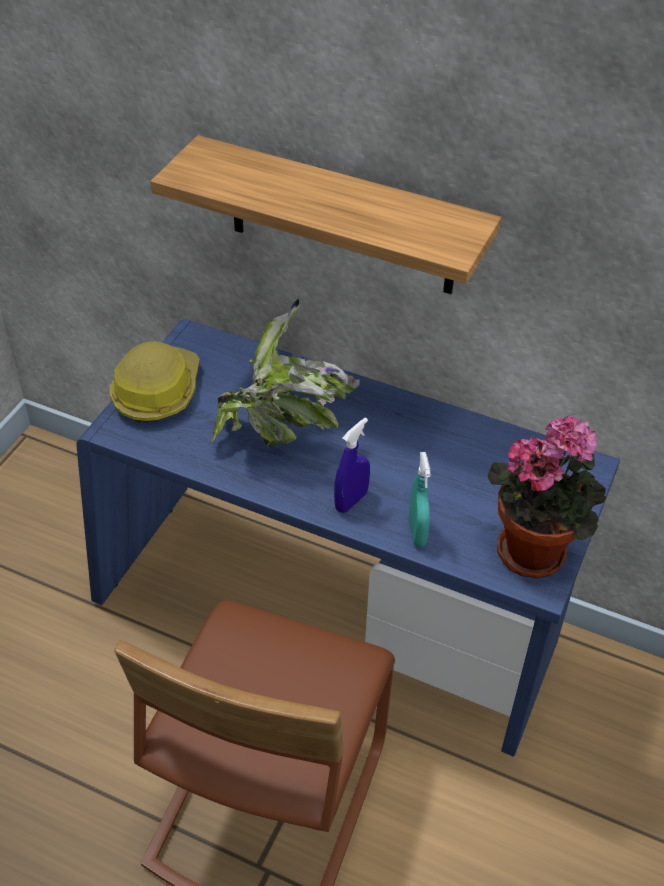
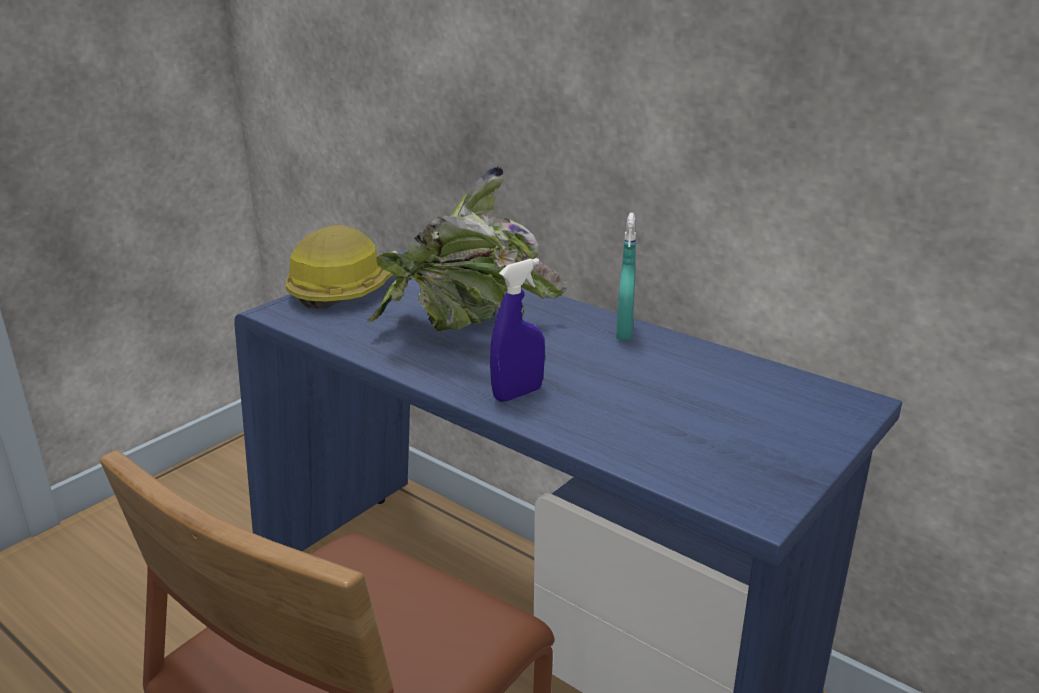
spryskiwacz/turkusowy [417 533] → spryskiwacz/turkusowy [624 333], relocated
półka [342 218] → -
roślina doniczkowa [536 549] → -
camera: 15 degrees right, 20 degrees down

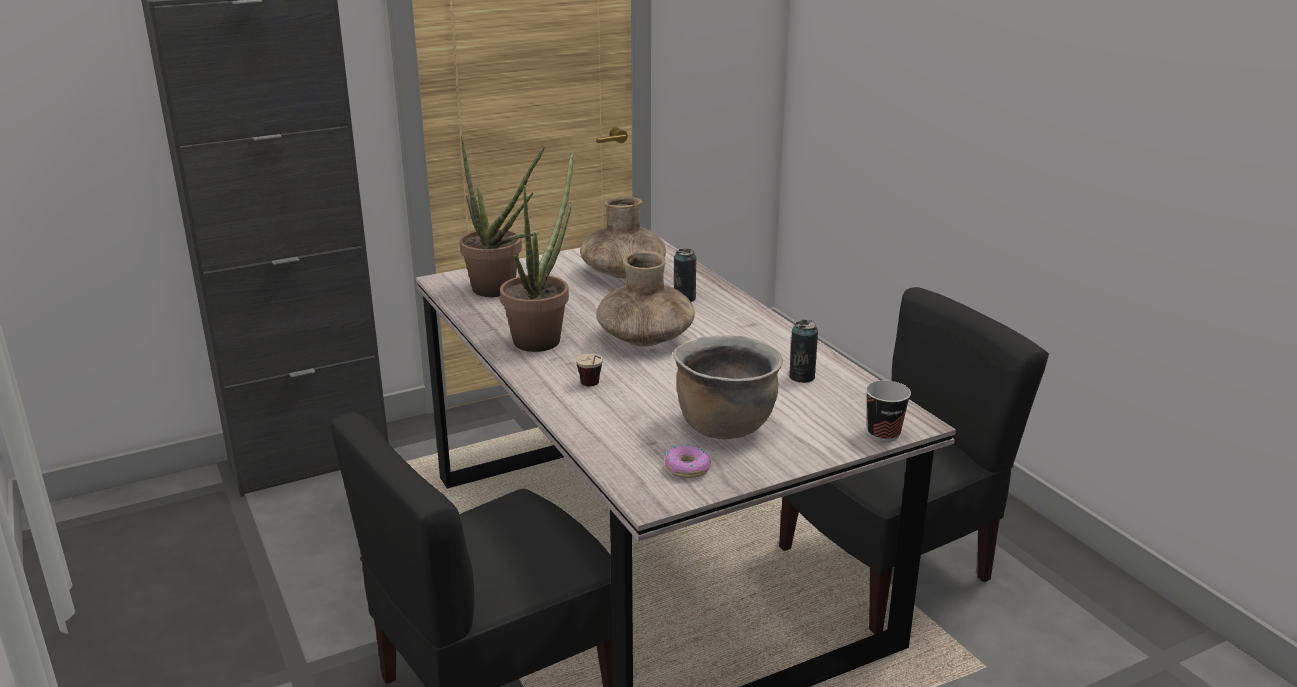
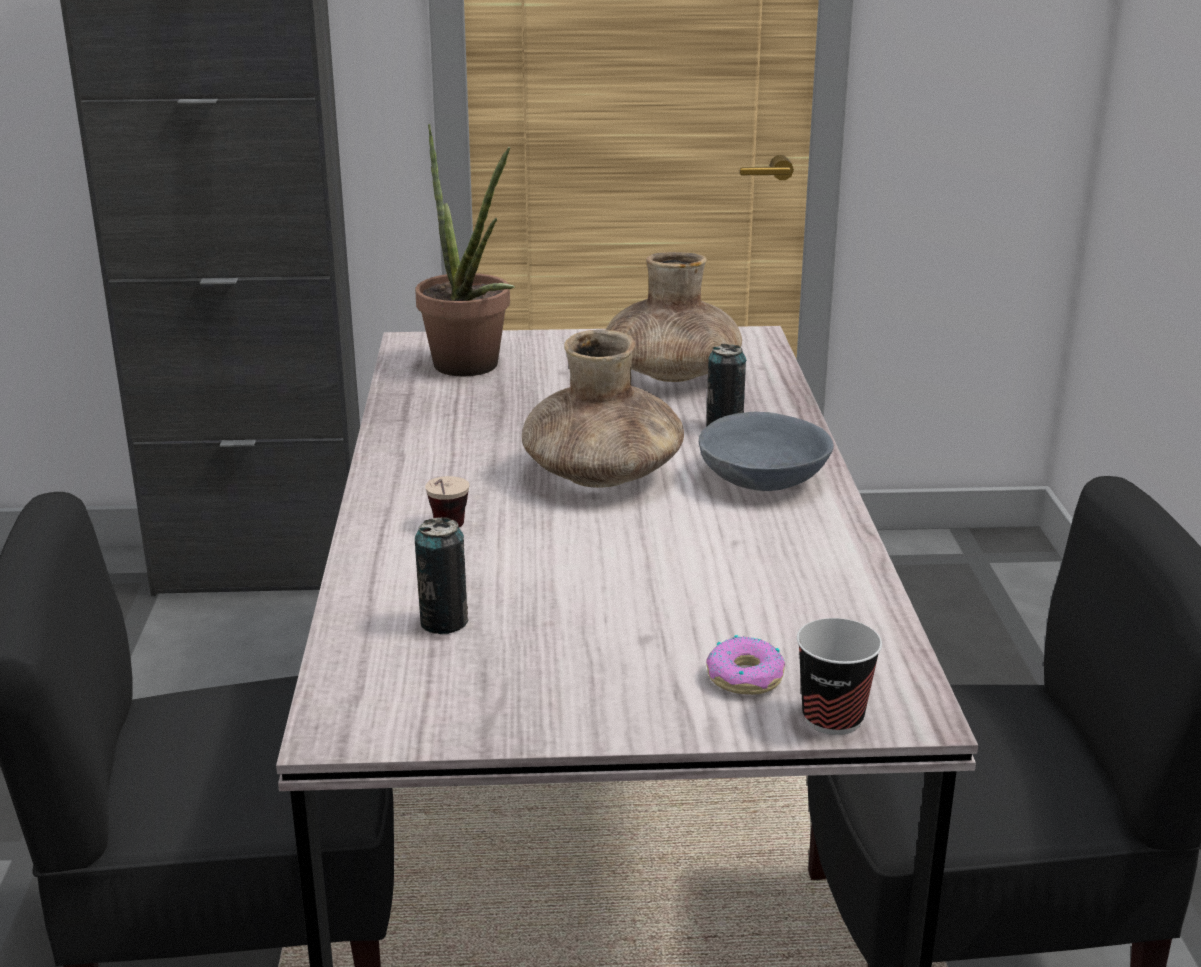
puszka [802 377] → puszka [443 622], relocated
- → miska/szary [765 479]
donut [687 468] → donut [746 677], relocated
roślina doniczkowa [542 337] → -
garnek/brązowy [724 425] → -
camera: 25 degrees right, 0 degrees up

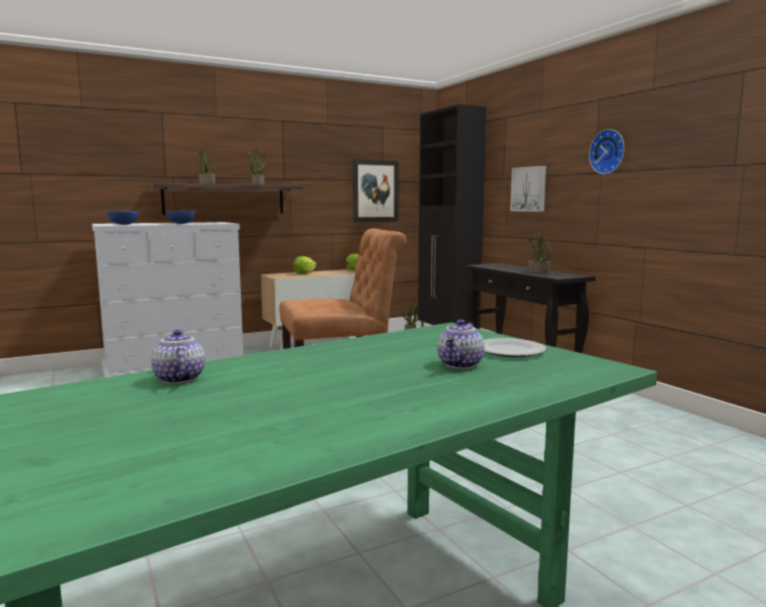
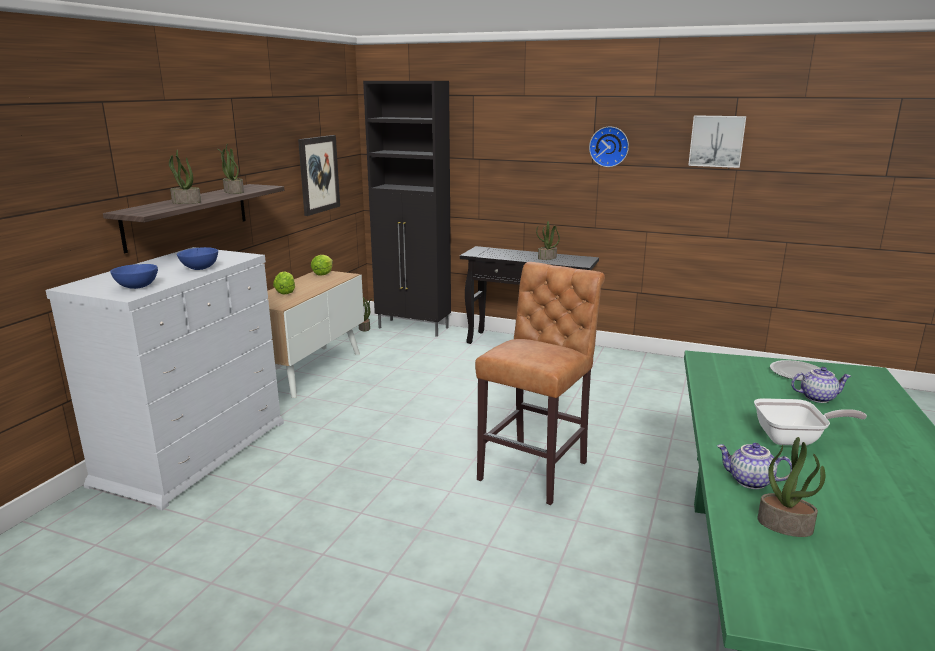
obraz [529 189] → obraz [716 141], relocated
- → patelnia [794 439]
- → roślina doniczkowa [785 525]
imbryk [461 365] → imbryk [817 397], 75 degrees counterclockwise
camera: 40 degrees left, 10 degrees up

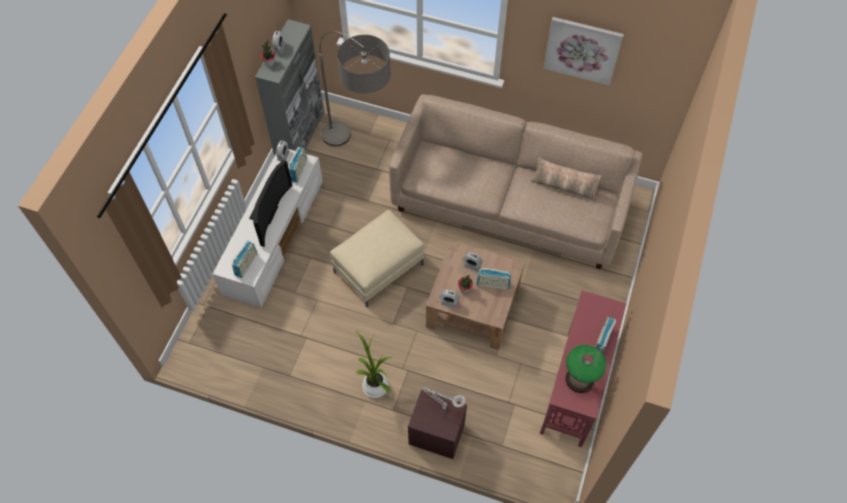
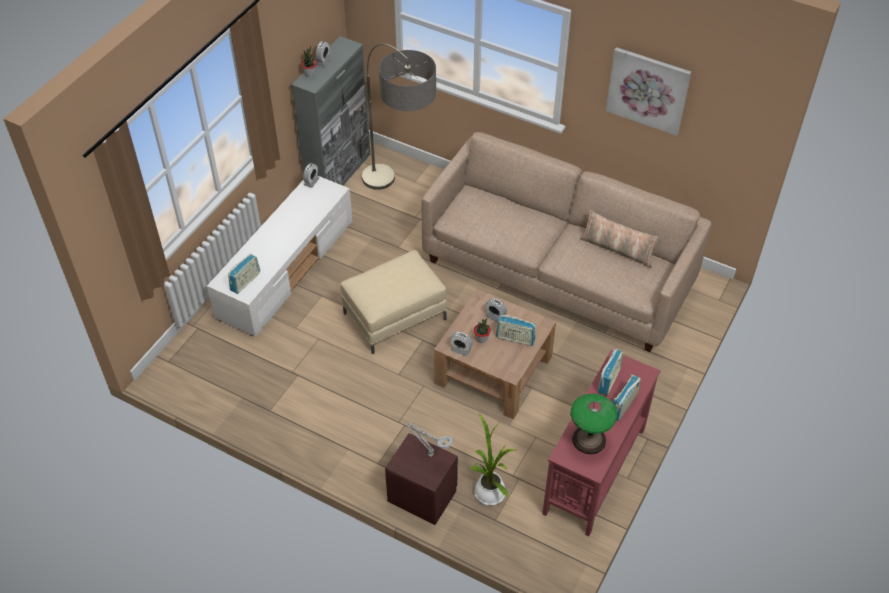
roślina doniczkowa [374 384] → roślina doniczkowa [489 490], relocated
radio [298 170] → radio [609 380], relocated
telewizor [267 214] → -
camera: 10 degrees right, 10 degrees down

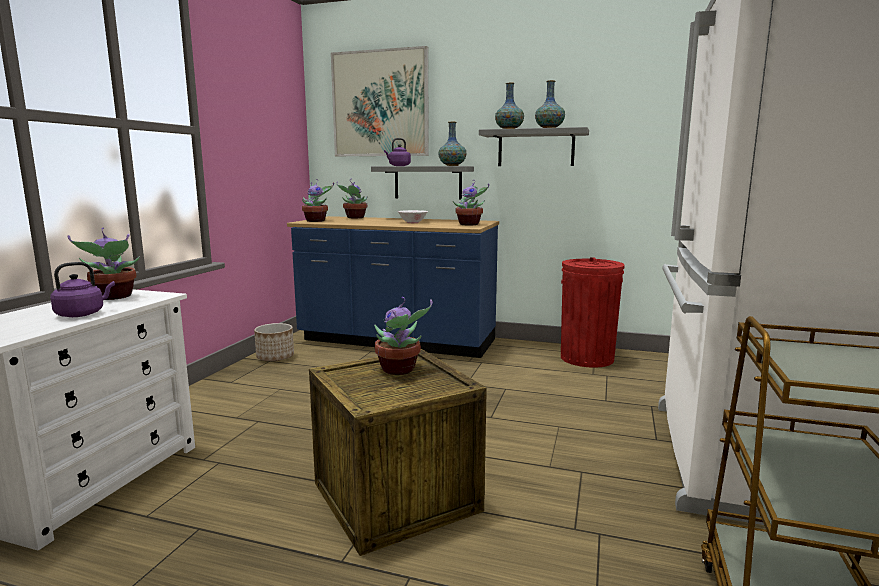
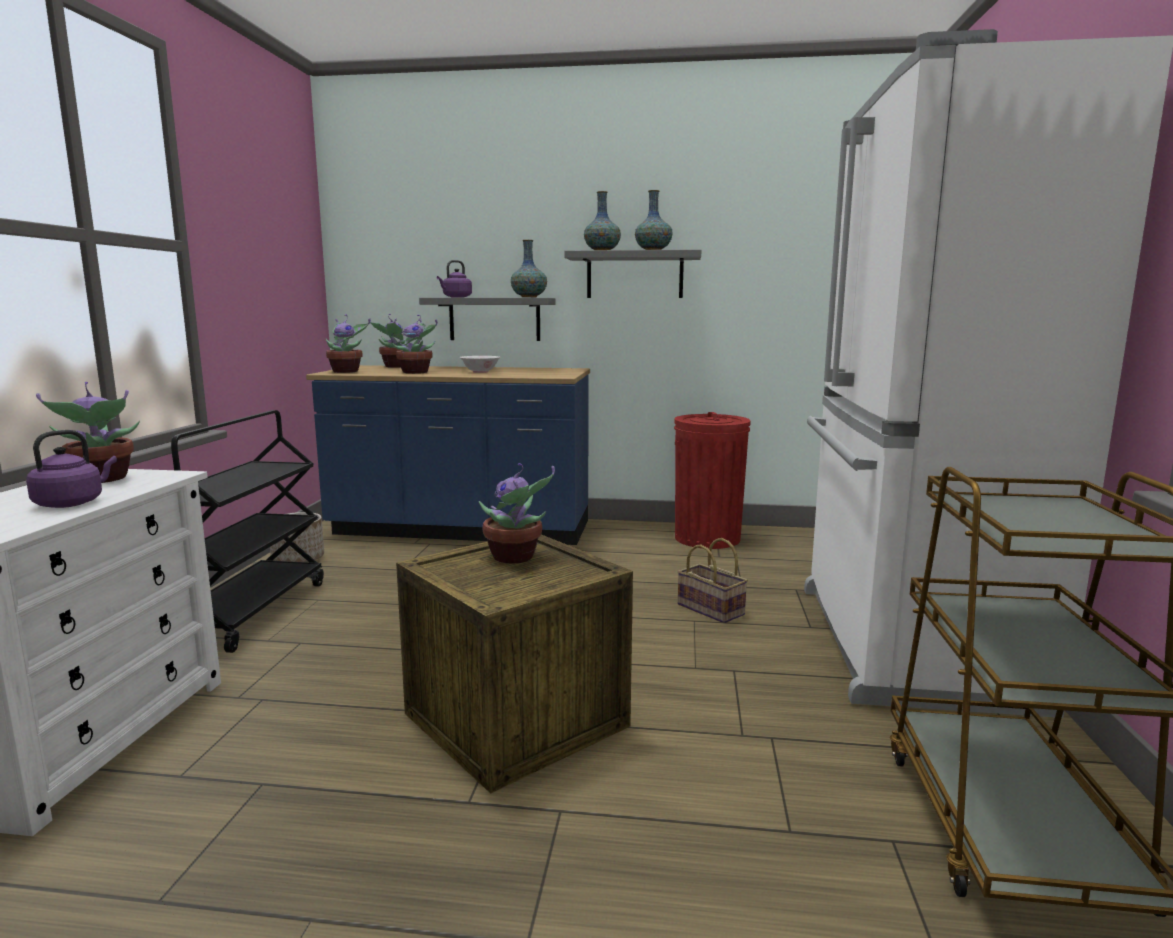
- → wózek/czarny [249 612]
roślina doniczkowa [470 224] → roślina doniczkowa [417 372], relocated
- → koszyk [712 609]
obraz [380 104] → -
camera: 10 degrees left, 0 degrees up

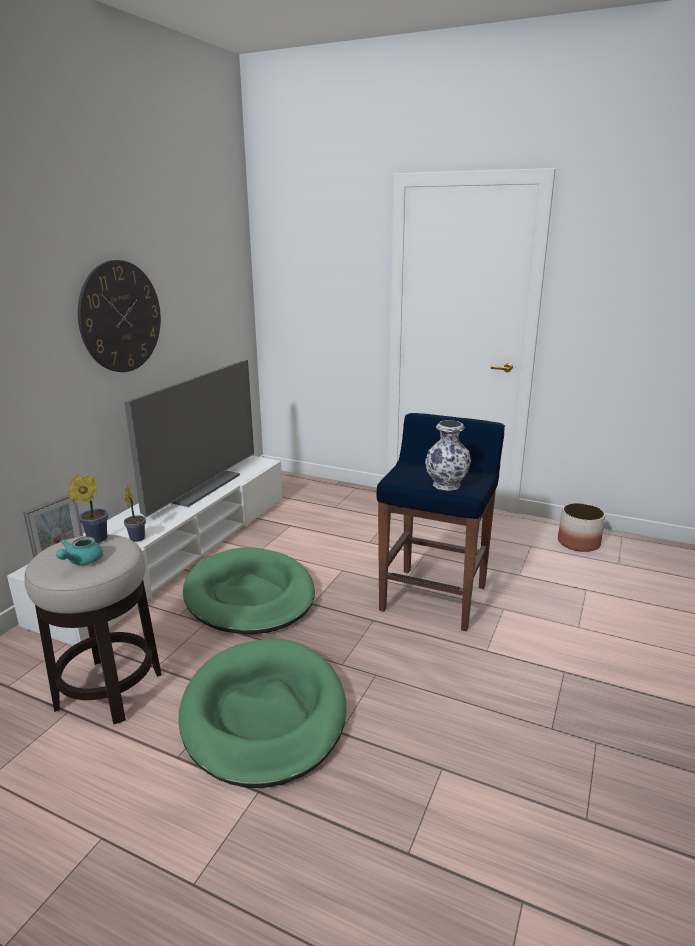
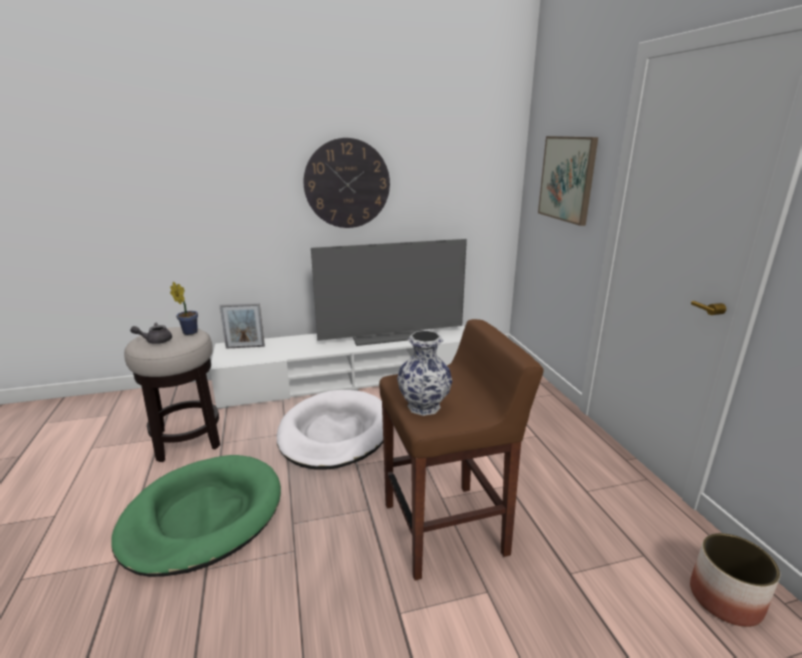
imbryk/turkusowy [81 561] → imbryk/szary [155 341]
legowisko/zielony [250 596] → legowisko/biały [334 433]
stołek/niebieski [434 597] → stołek/brązowy [446 528]
- → obraz [567 179]
roślina doniczkowa [138 537] → -
camera: 50 degrees right, 0 degrees up

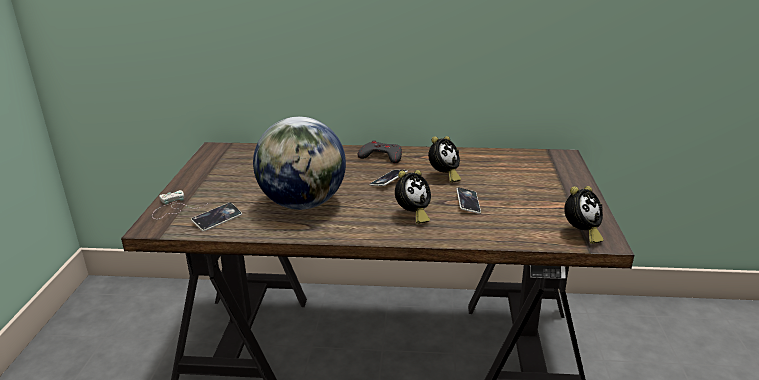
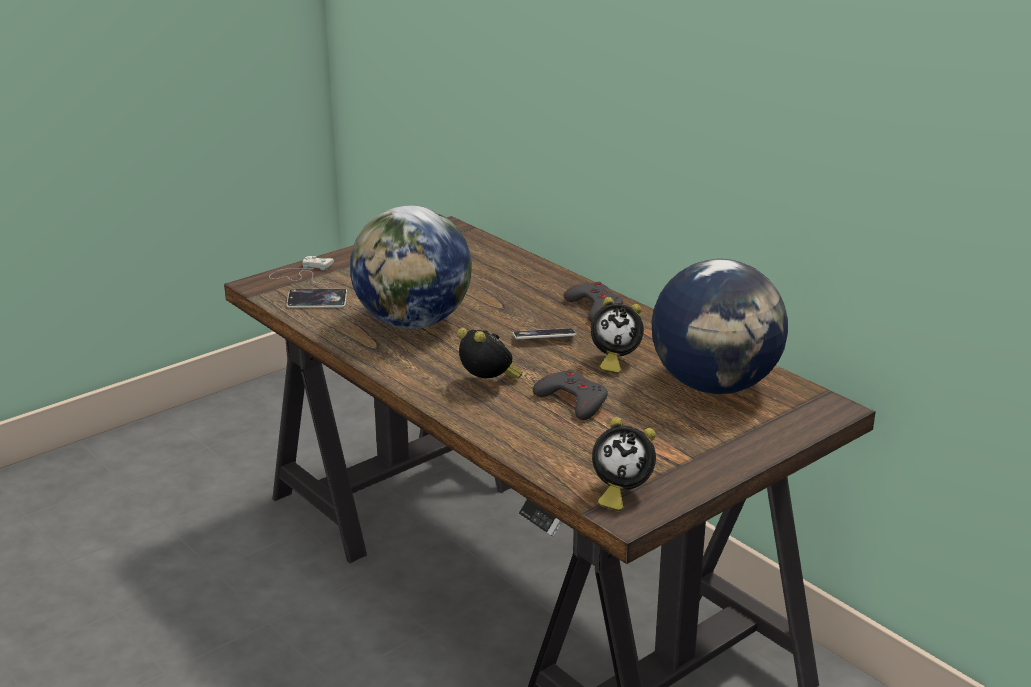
budzik [412 215] → budzik [488 383], 135 degrees counterclockwise
telefon [468 203] → pad do gier/szary [573 401]
- → globus [715 385]
camera: 45 degrees right, 0 degrees up

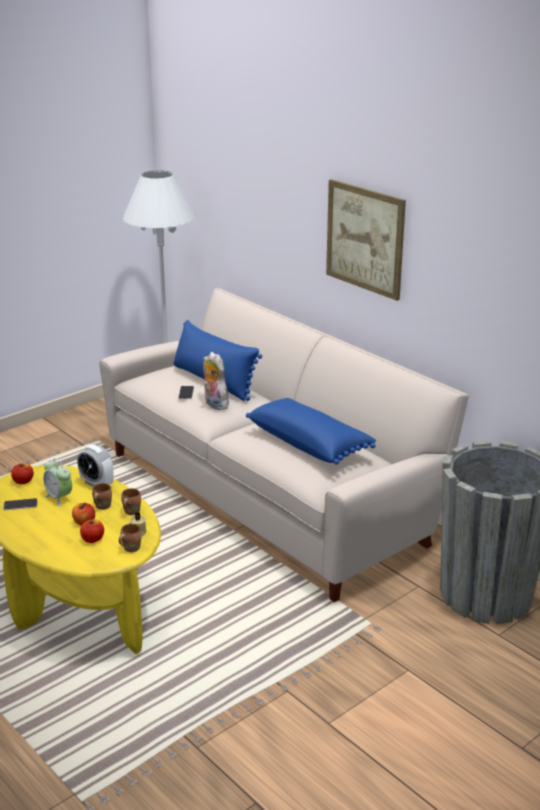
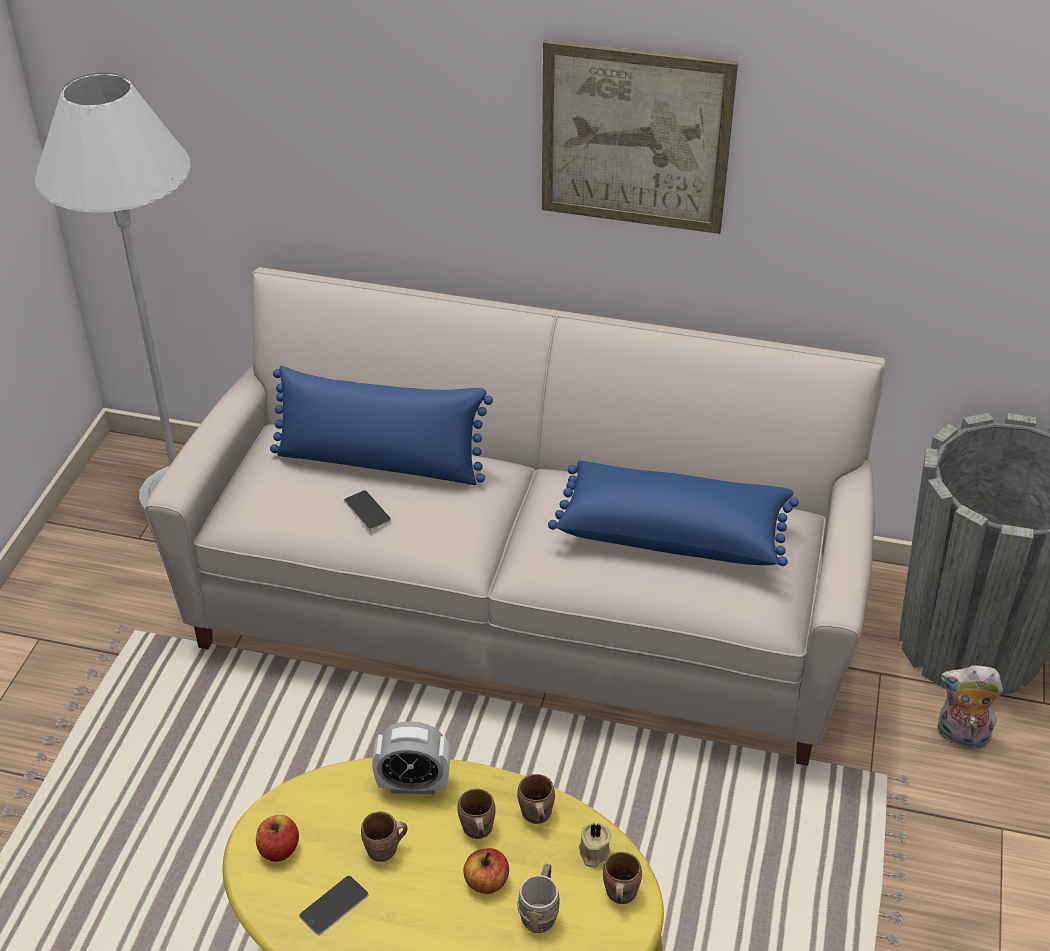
budzik [59 498] → kubek/brązowy [384 851]
jabłko [92 539] → kubek/szary [540 910]
pluszak [214 404] → pluszak [960 737], relocated
camera: 35 degrees left, 15 degrees up

